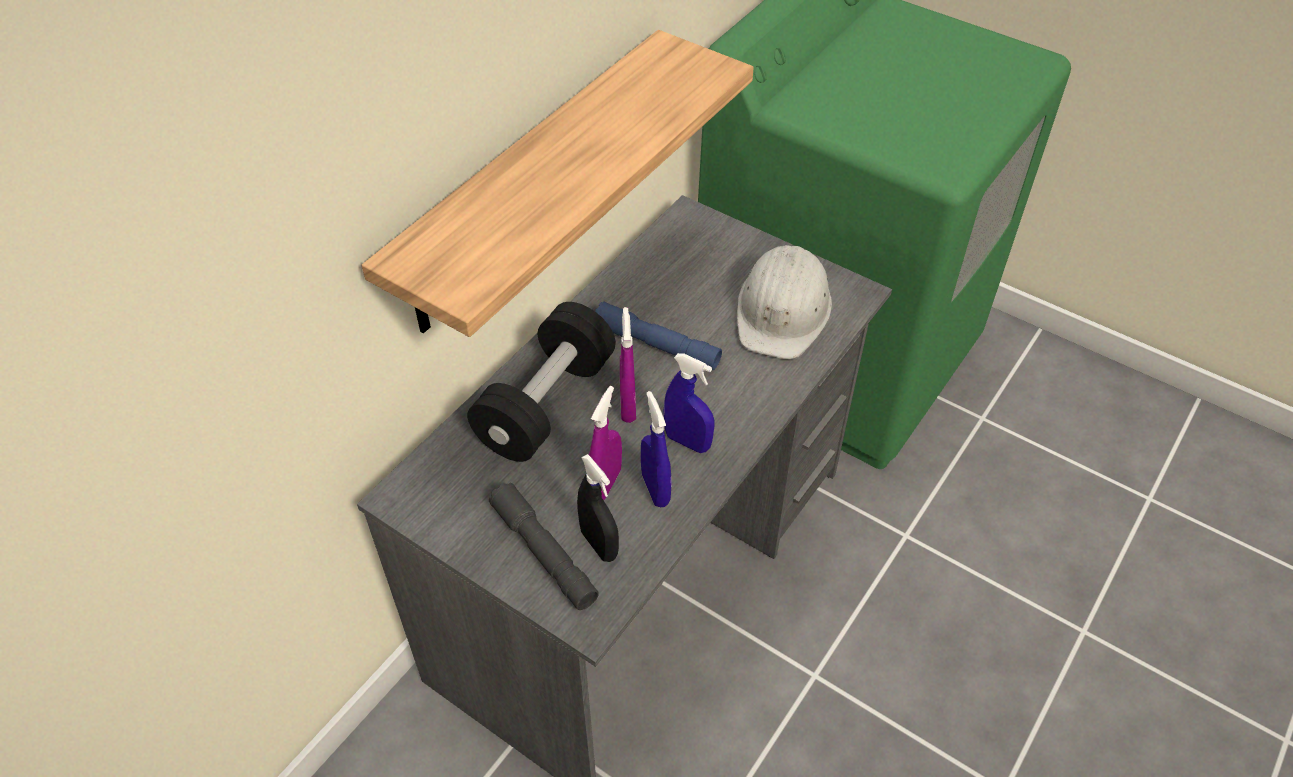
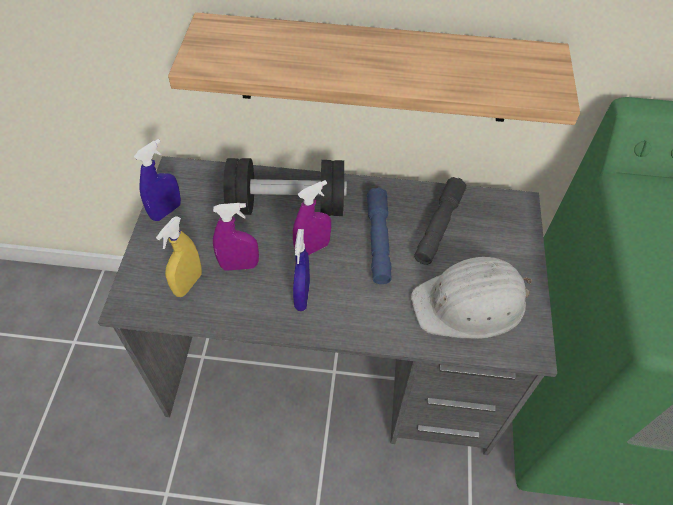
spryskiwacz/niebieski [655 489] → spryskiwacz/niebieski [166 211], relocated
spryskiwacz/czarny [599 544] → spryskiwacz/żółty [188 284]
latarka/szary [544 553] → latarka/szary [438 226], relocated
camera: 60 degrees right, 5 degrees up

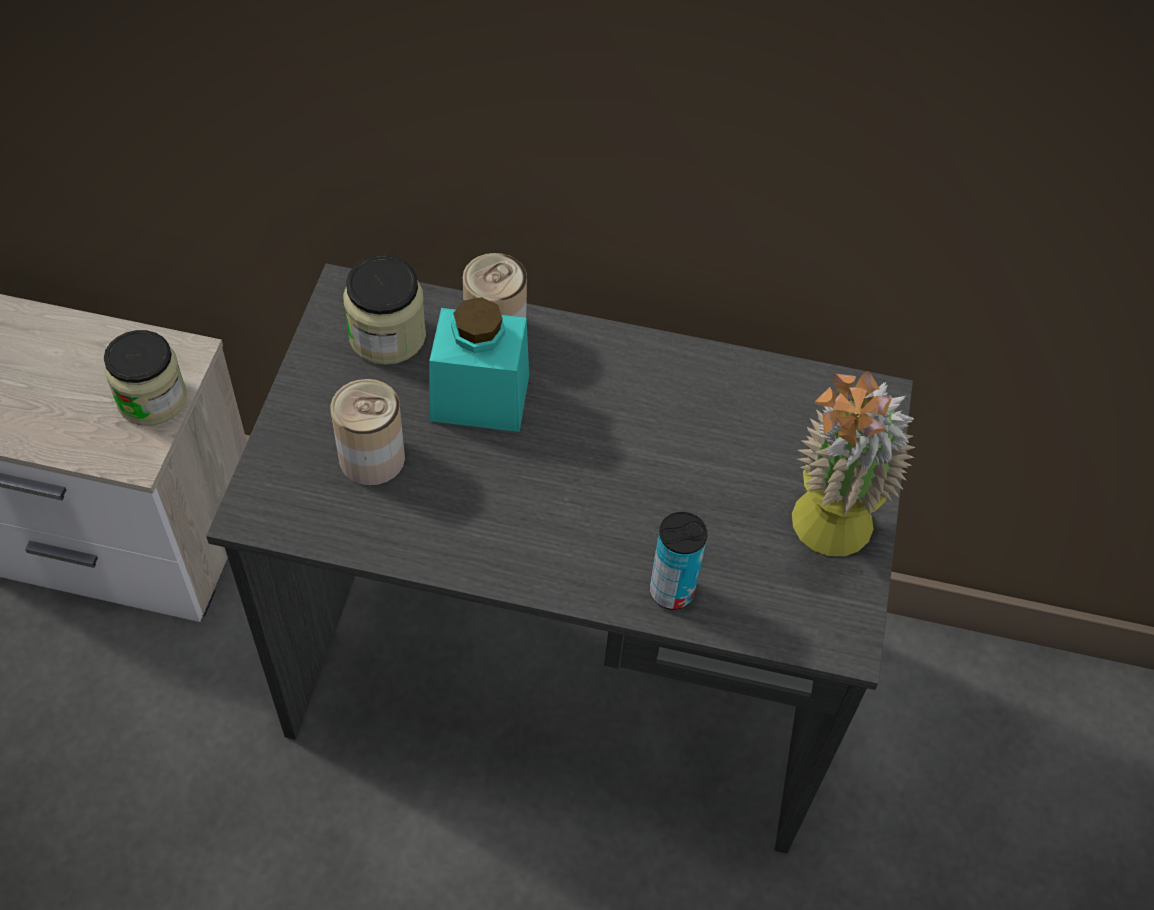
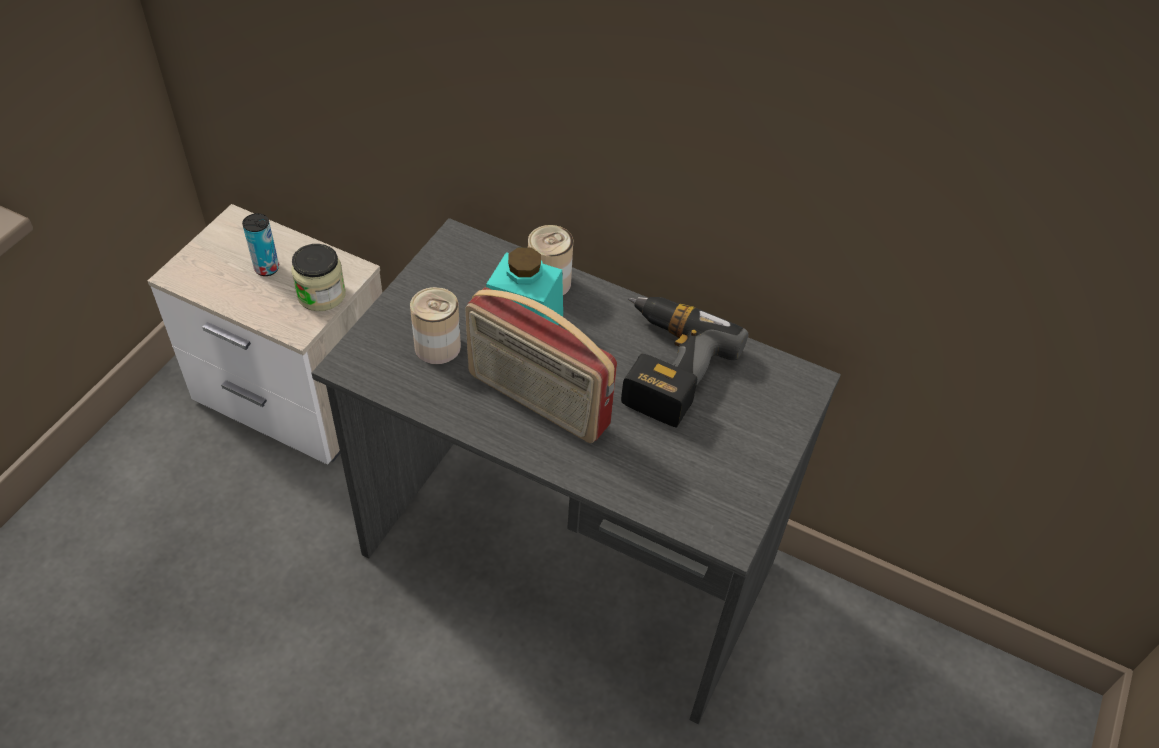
puszka [671 591] → puszka [267 268], relocated
- → radio [536 401]
- → wiertarka [662 366]
słoik [387 336] → -
roślina doniczkowa [822 538] → -
camera: 15 degrees right, 5 degrees down

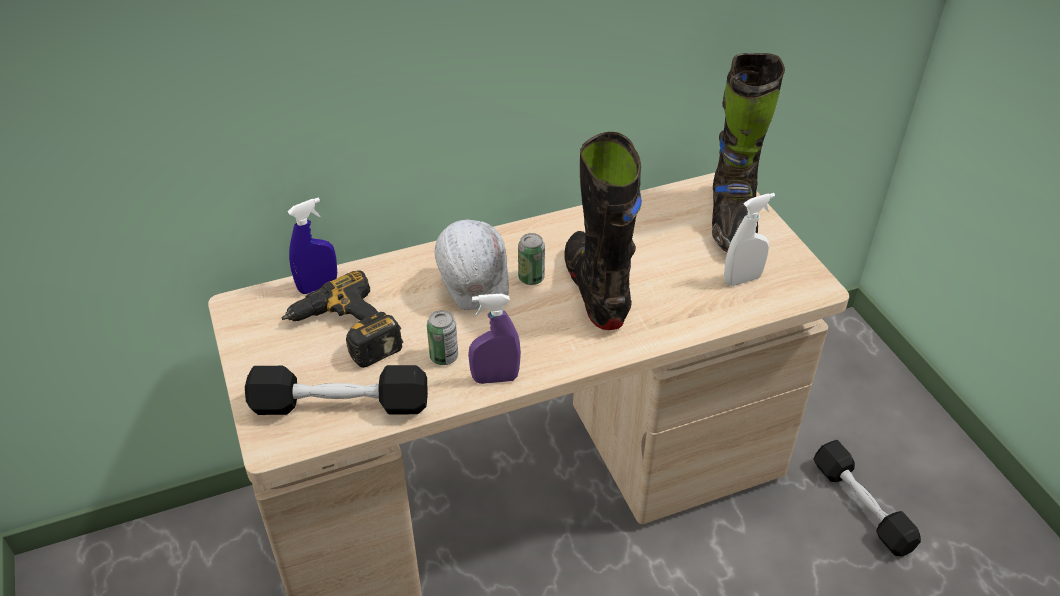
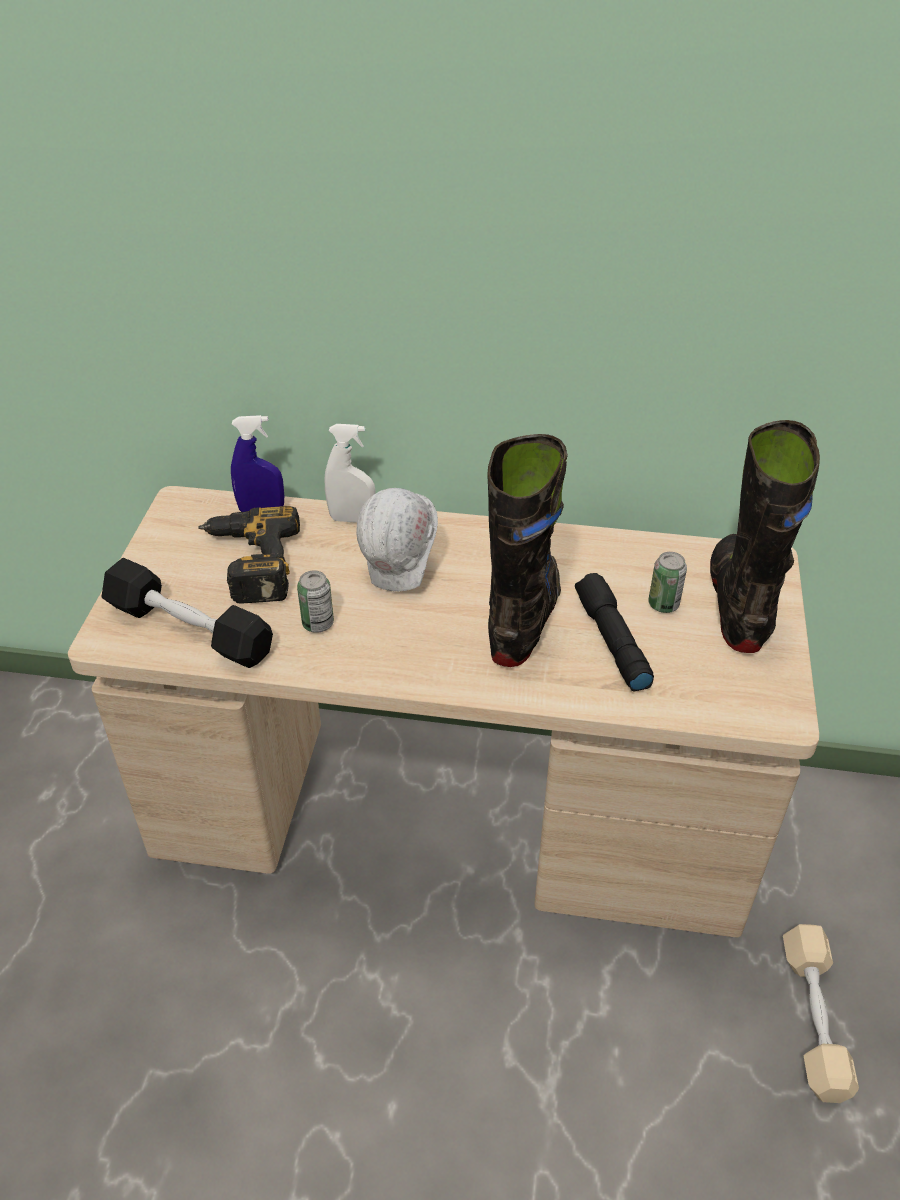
spryskiwacz/biały [742 279] → spryskiwacz/biały [352 519], relocated
- → latarka/czarny [610 640]
puszka [531 278] → puszka [663 604], relocated
but z cholewką/czarny [731 222] → but z cholewką/czarny [739 604], 150 degrees clockwise
hantel/czarny [861 506] → hantel/beżowy [813 1019]
spryskiwacz/fioletowy [495 378] → -
camera: 30 degrees right, 0 degrees up

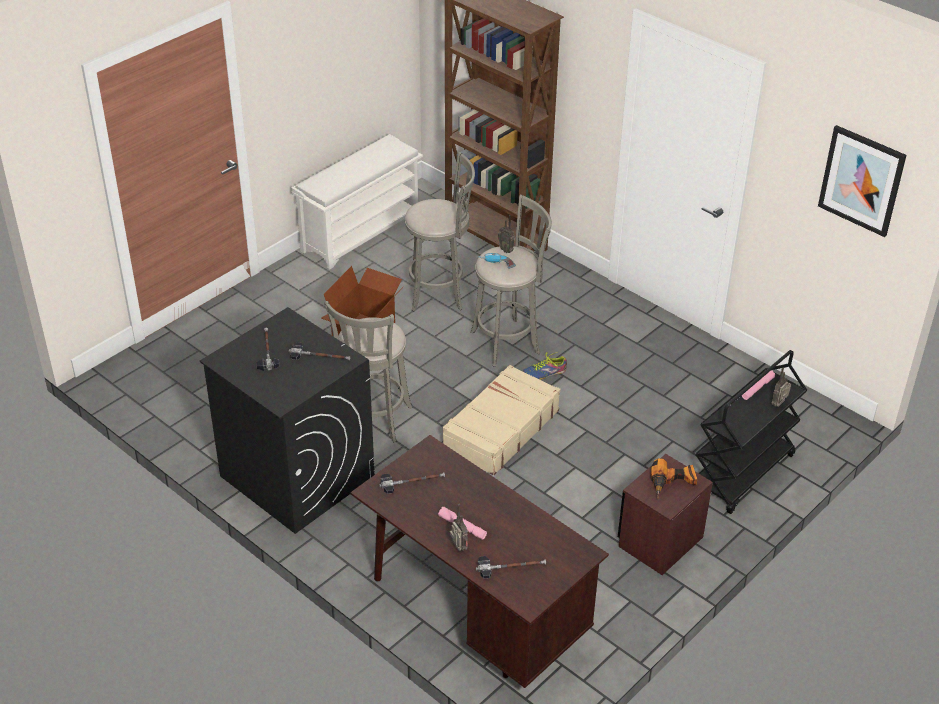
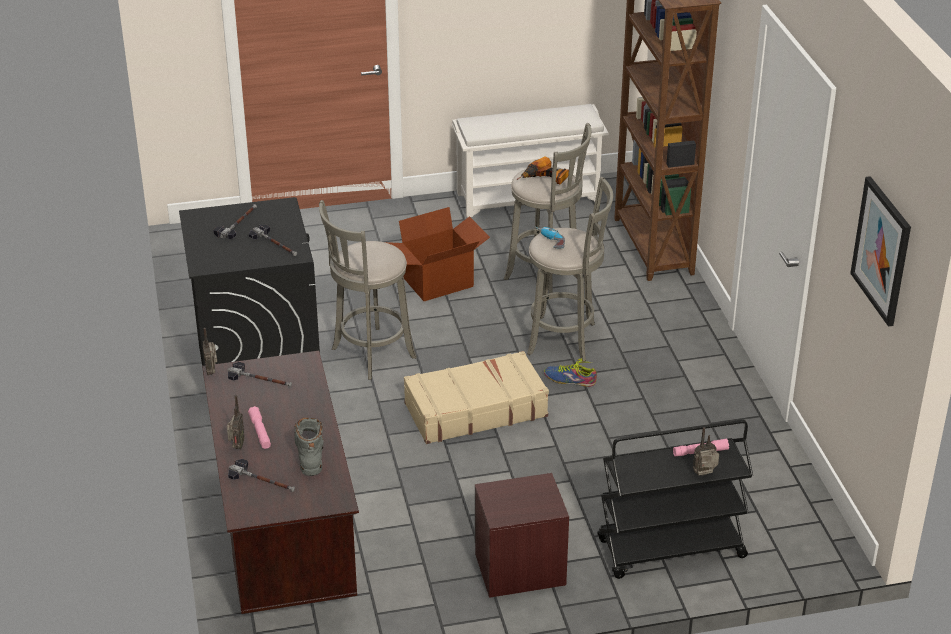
radio [506 250] → radio [212 371], relocated
- → but z cholewką/szary [309 452]
wiertarka [673 483] → wiertarka [544 179], relocated
camera: 35 degrees right, 5 degrees down

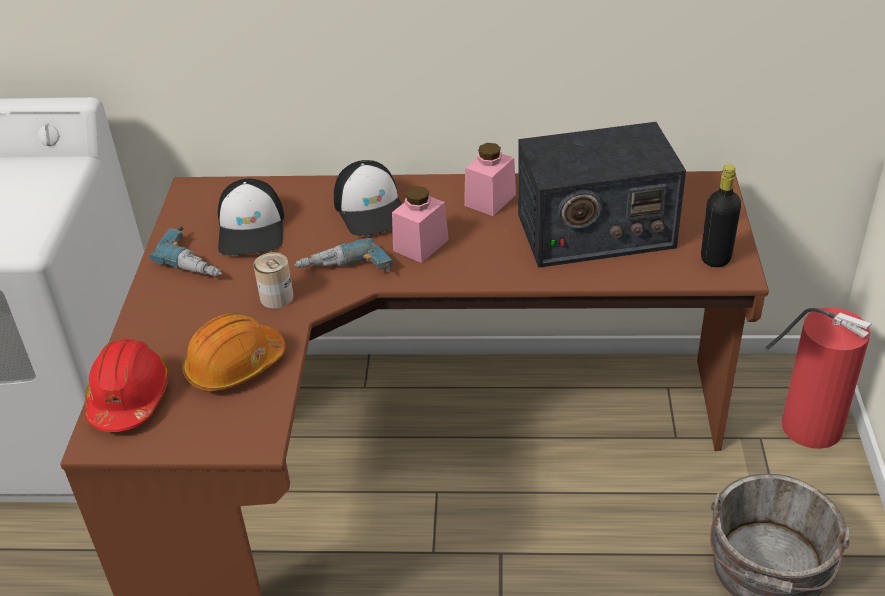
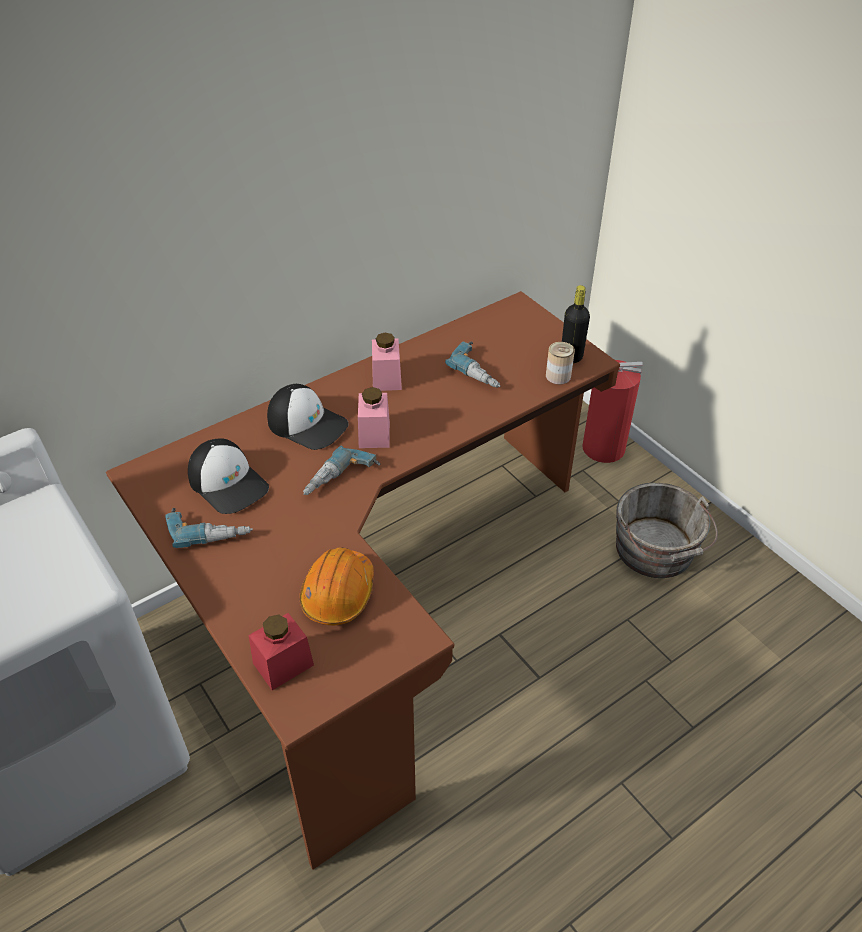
kask/czerwony [129 398] → słoik/czerwony [283 664]
radio [594 231] → wiertarka [480 370]
puszka [276 297] → puszka [558 376], relocated
camera: 40 degrees left, 5 degrees up

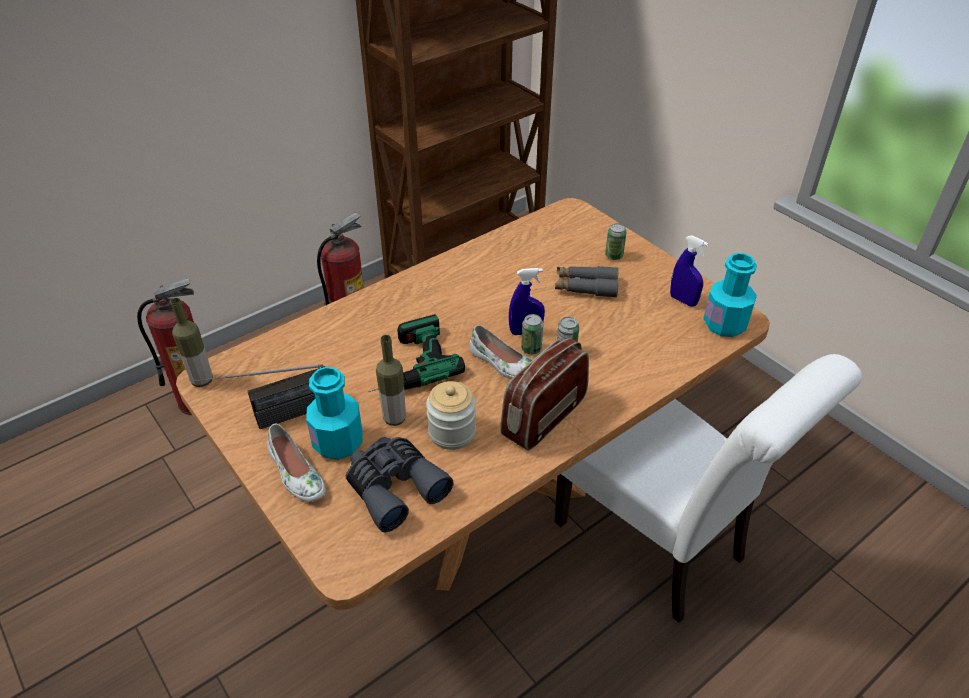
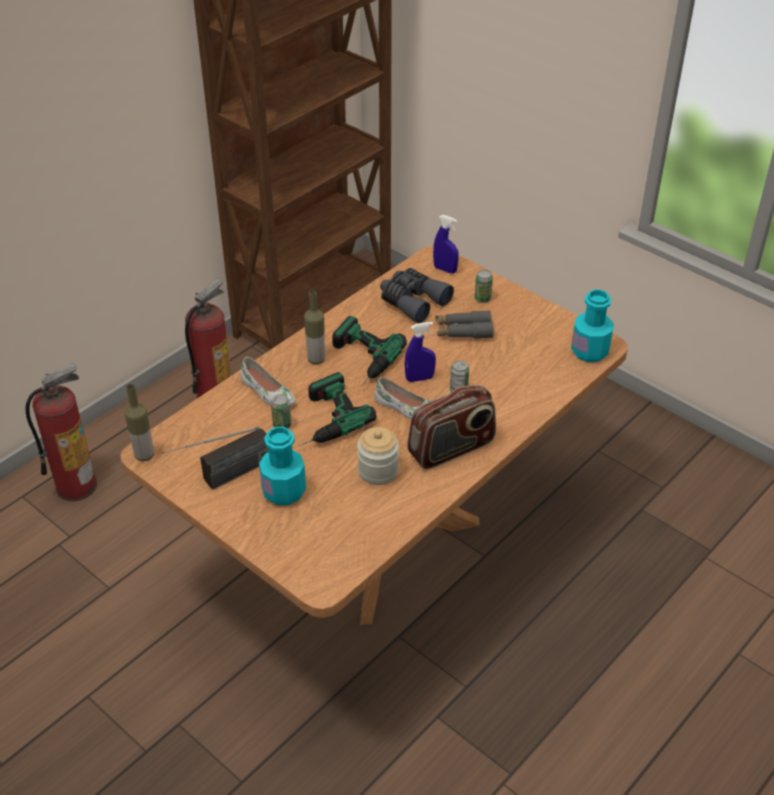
but/biały [295 474] → but/biały [267 392], relocated
puszka [531 349] → puszka [282 425], relocated
butelka [394 418] → butelka [316 359], relocated
- → wiertarka [359 359]
lornetka/szary [394 487] → lornetka/szary [412 301], relocated
radio [543 417] → radio [451 448], 150 degrees counterclockwise
spryskiwacz/niebieski [683 300] → spryskiwacz/niebieski [445 269], relocated
krzesło/biały [659 546] → -
camera: 10 degrees left, 0 degrees up

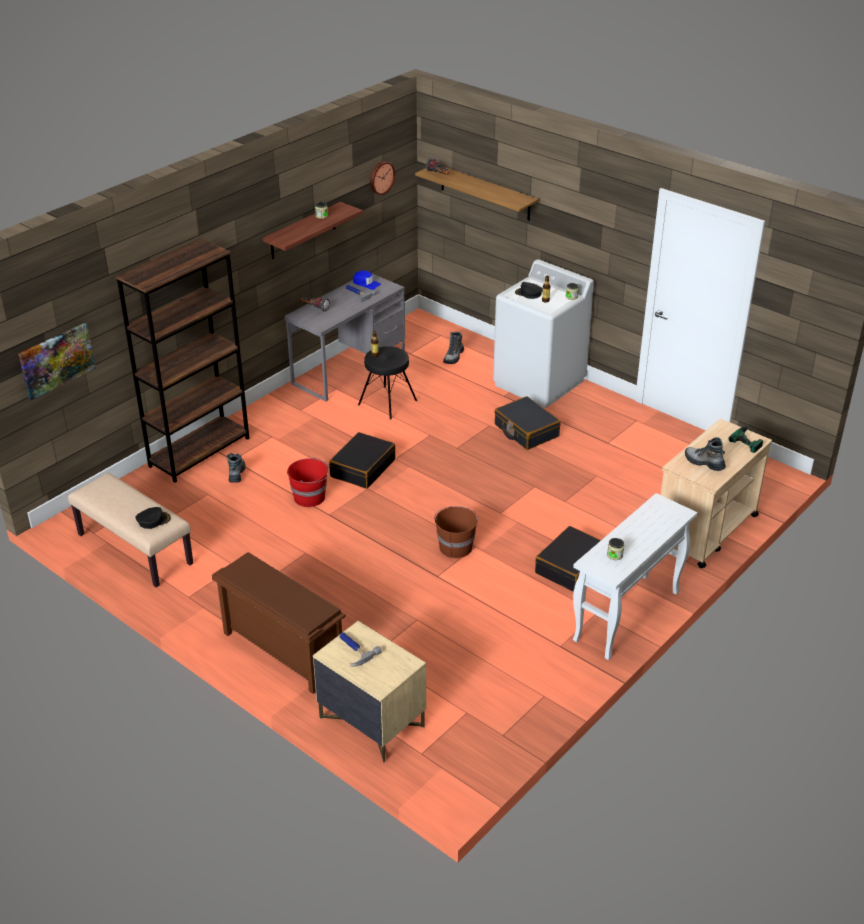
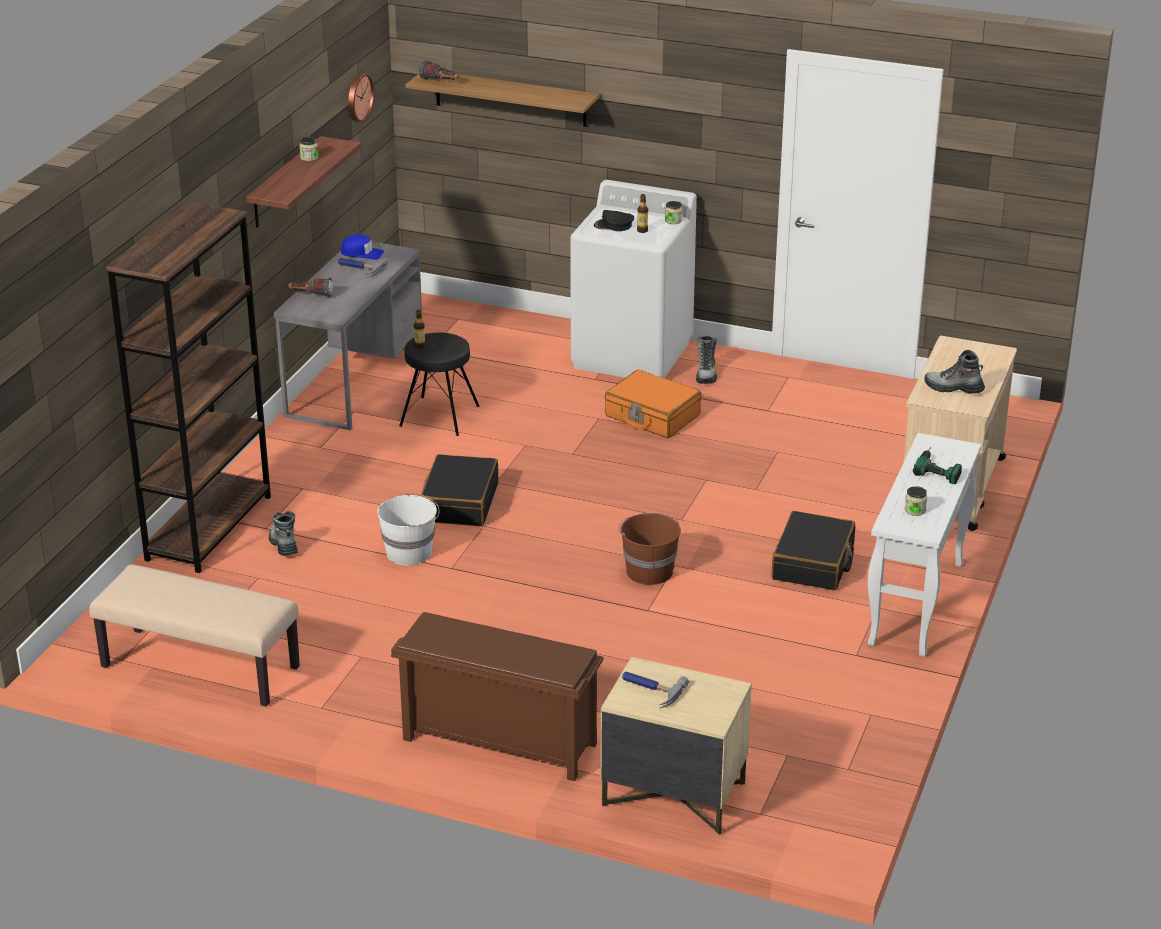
wiadro/czerwony [310 497] → wiadro/biały [410 552]
walizka/czarny [526 431] → walizka/pomarańczowy [652 416]
but z cholewką [453 357] → but z cholewką [706 373], relocated
wiertarka [749 439] → wiertarka [939 467], relocated
obraz [56 360] → -
czapka z daszkiem/czarny [153 520] → -
camera: 20 degrees left, 5 degrees down

